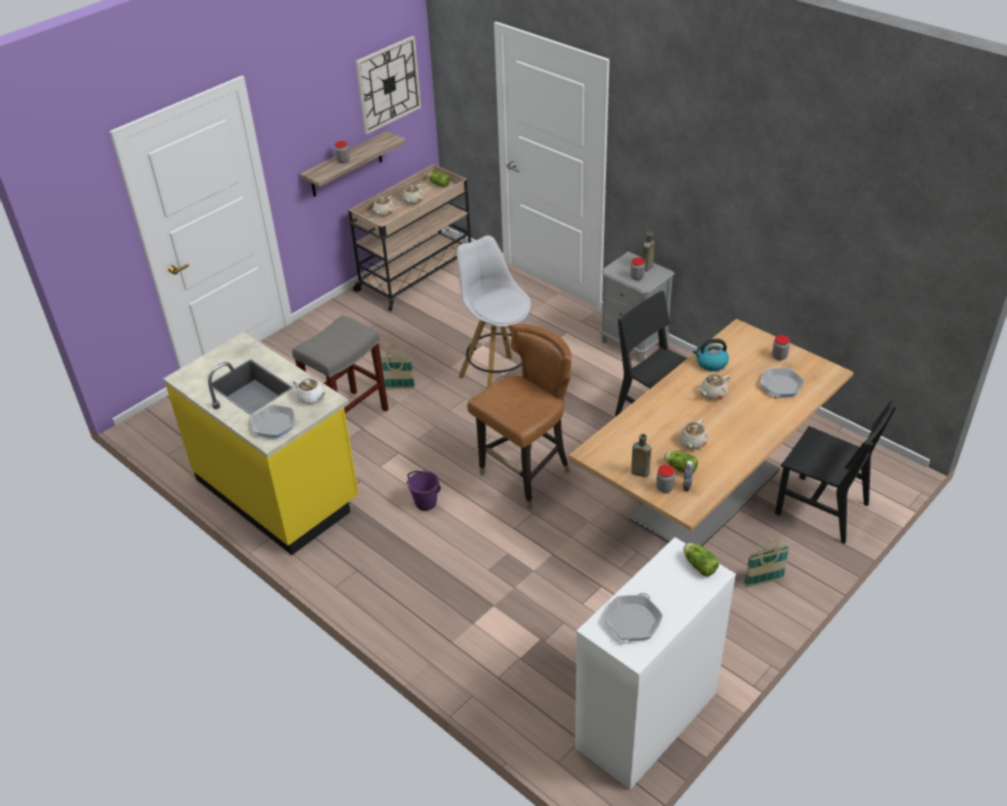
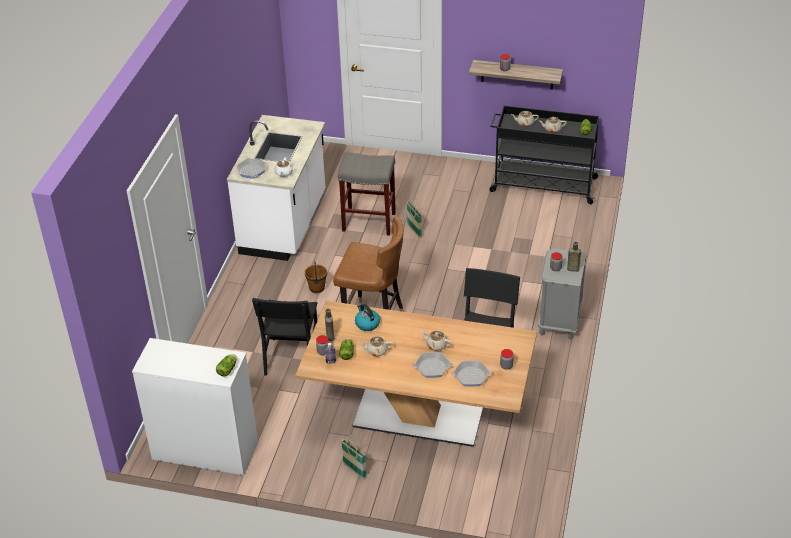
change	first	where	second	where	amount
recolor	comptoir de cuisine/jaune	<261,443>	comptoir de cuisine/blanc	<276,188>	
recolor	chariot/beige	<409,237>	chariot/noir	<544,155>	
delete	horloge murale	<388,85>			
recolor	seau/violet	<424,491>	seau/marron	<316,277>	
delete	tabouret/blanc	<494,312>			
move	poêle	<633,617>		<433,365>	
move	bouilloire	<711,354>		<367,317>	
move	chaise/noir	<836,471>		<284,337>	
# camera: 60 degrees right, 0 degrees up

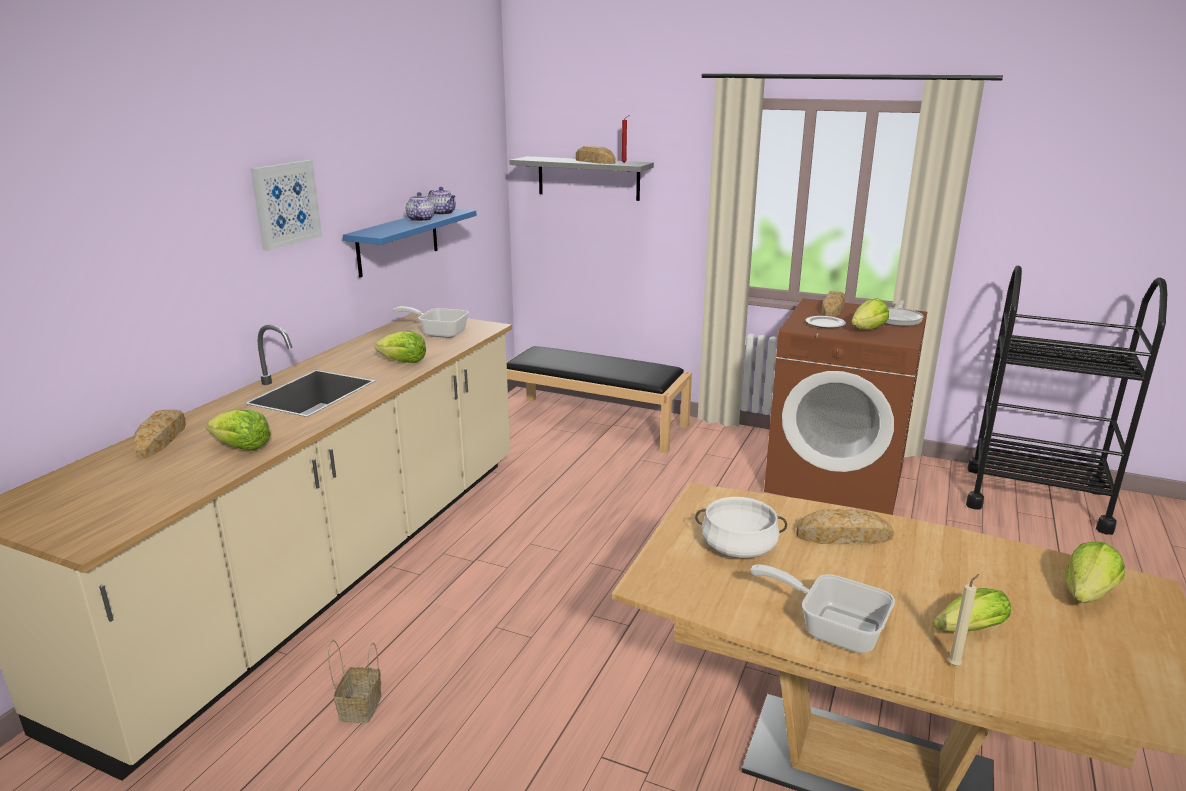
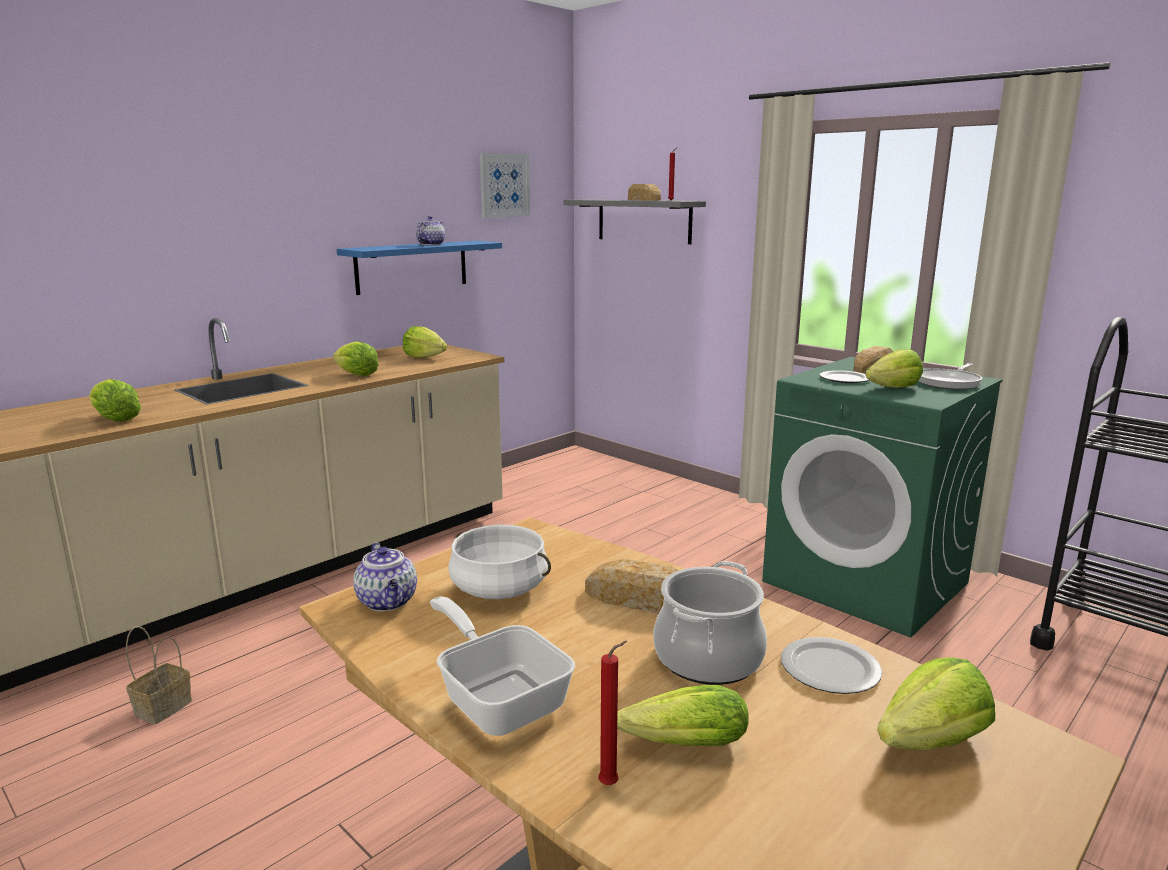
change	first	where	second	where	amount
delete	pain	<159,434>			
move	tableau	<286,205>		<505,185>	
replace	poêle	<431,322>	laitue	<425,342>	
move	théière	<442,201>		<385,576>	
delete	banc/noir	<599,399>			
recolor	lave-linge/marron	<845,406>	lave-linge/vert	<882,497>	
recolor	bougie/beige	<963,619>	bougie/rouge	<612,713>	
insert			marmite	<710,623>	
insert			assiette	<831,665>	
# camera: 20 degrees right, 5 degrees down

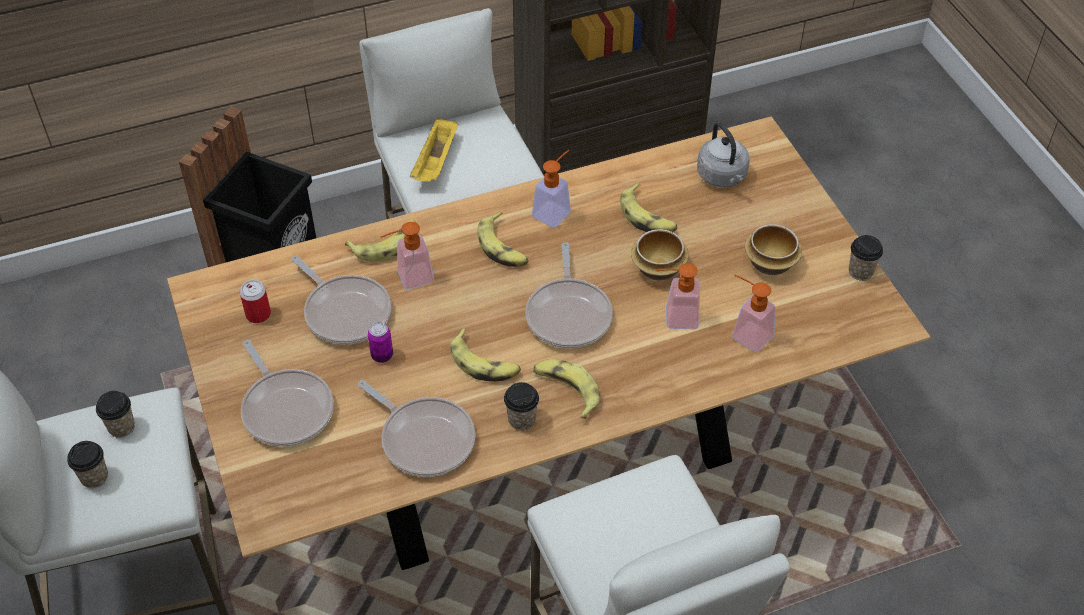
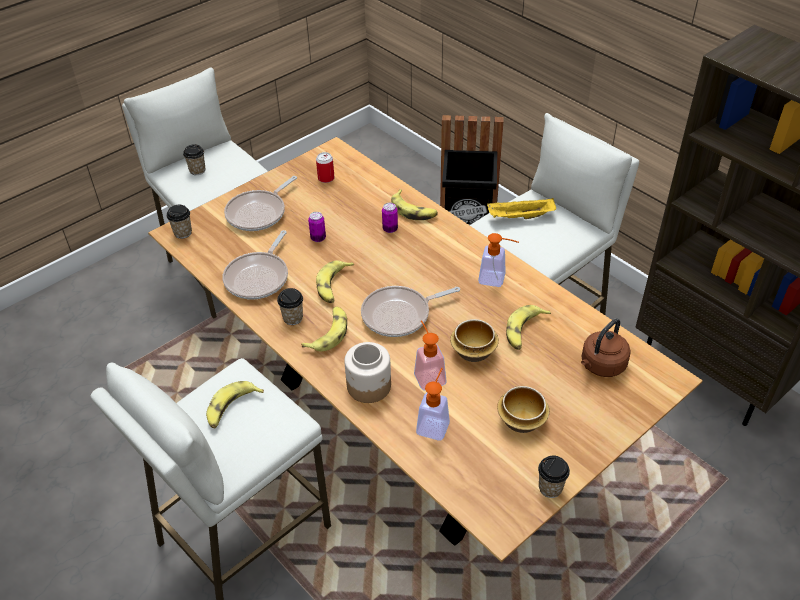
change	first	where	second	where	amount
move	tasse	<115,414>		<179,222>	
delete	poêle	<341,299>			
replace	distributeur de savon	<407,255>	boîte métallique	<390,218>	
move	banane	<503,239>		<235,404>	
recolor	bouilloire/gris	<723,154>	bouilloire/marron	<606,347>	
insert			bocal	<367,372>	
# camera: 70 degrees right, 5 degrees down

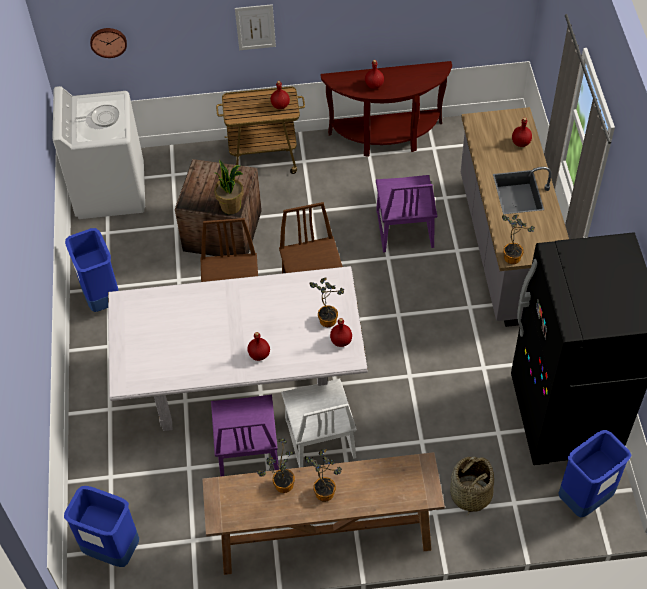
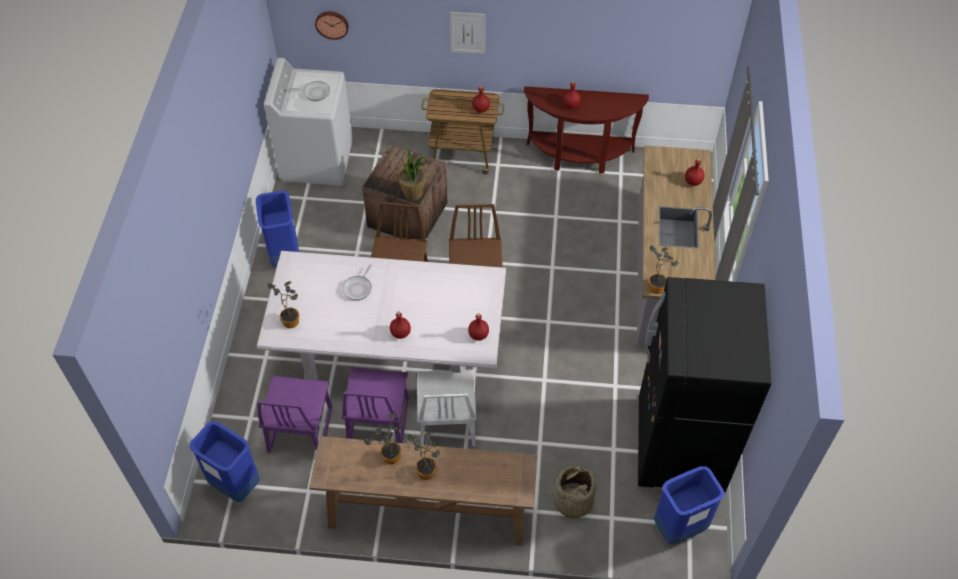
change	first	where	second	where	amount
move	plante en pot	<327,302>		<283,304>	
move	chaise/violet	<406,213>		<294,414>	
insert			poêle	<357,282>	
# camera: 10 degrees right, 0 degrees up

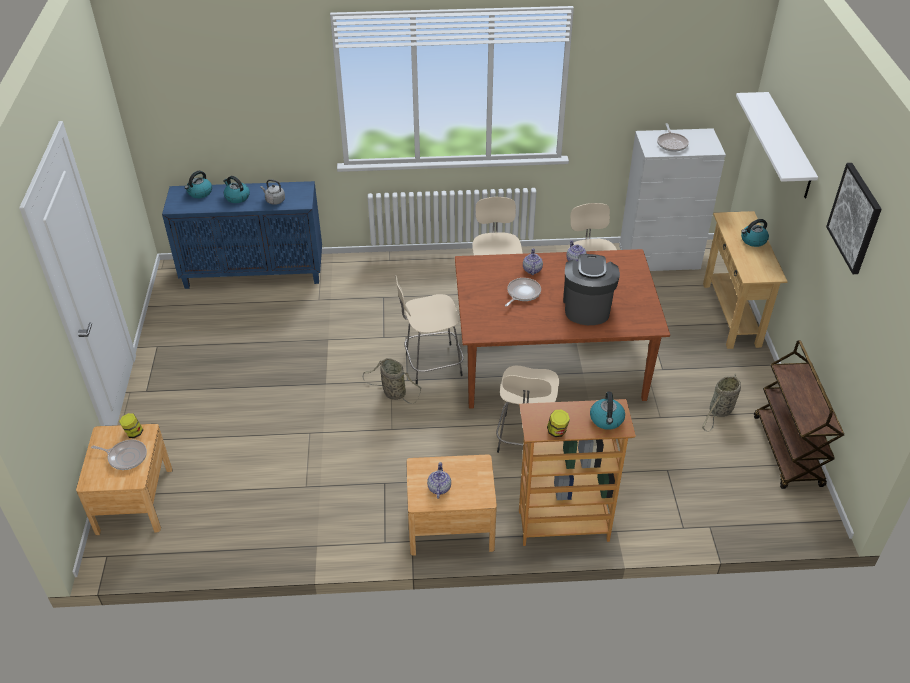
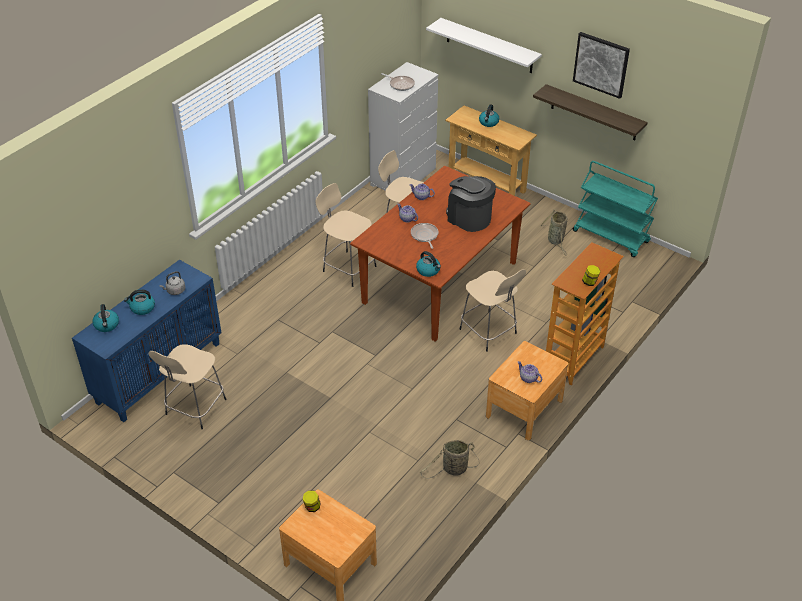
change	first	where	second	where	amount
delete	poêle	<119,455>			
move	panier	<392,381>		<450,459>	
move	tabouret/beige	<429,329>		<188,386>	
move	bouilloire	<607,411>		<428,264>	
recolor	chariot/marron	<799,414>	chariot/turquoise	<615,209>	
insert			étagère	<590,112>	
# camera: 50 degrees left, 0 degrees up

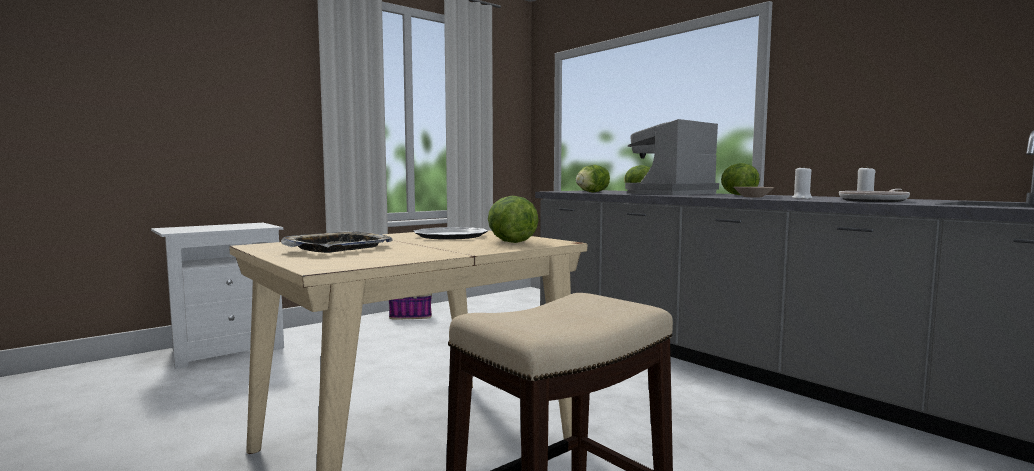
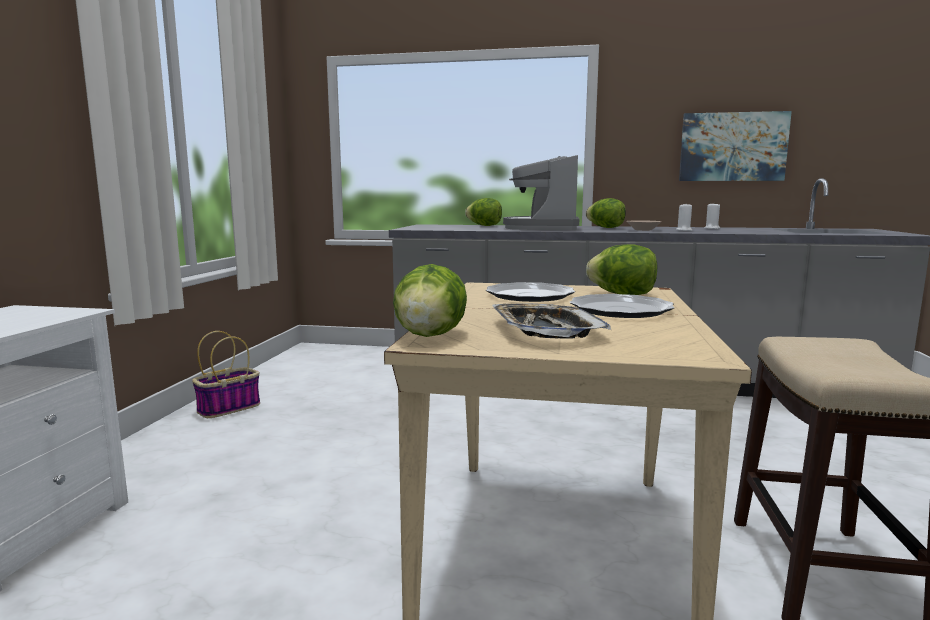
change	first	where	second	where	amount
move	laitue	<593,178>		<430,300>	
delete	poêle	<874,195>			
insert			assiette	<622,306>	
insert			tableau	<735,146>	
# camera: 40 degrees left, 5 degrees up

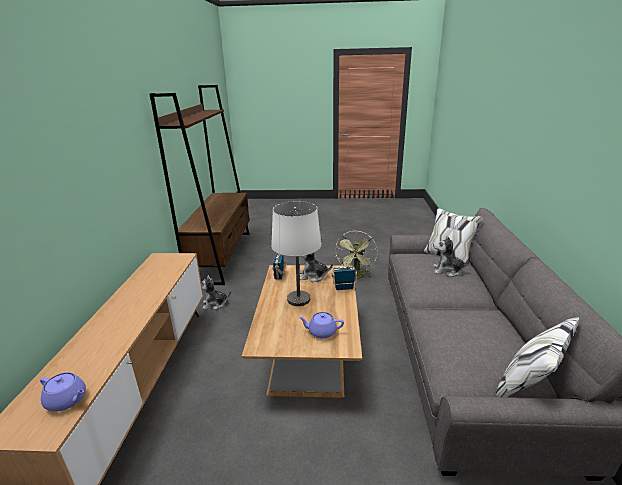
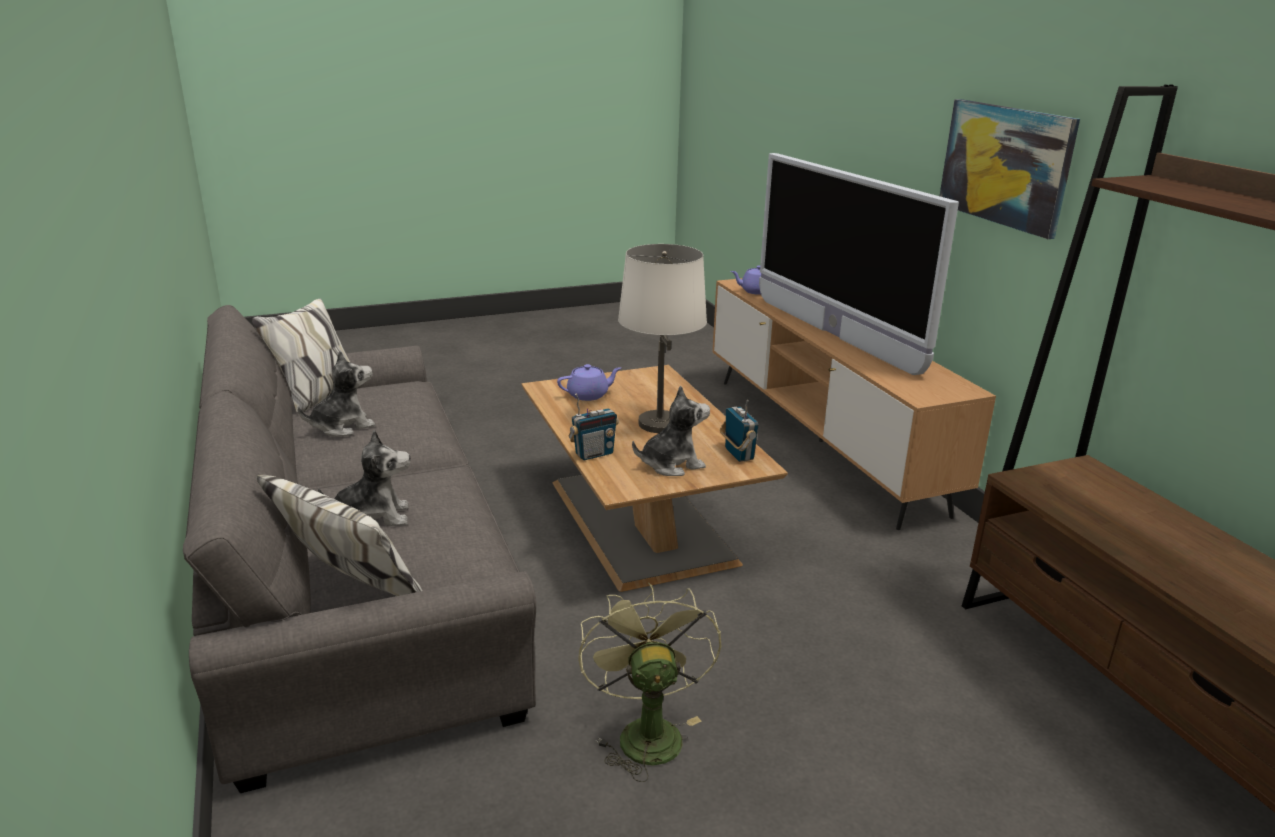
change	first	where	second	where	amount
move	peluche	<216,292>		<336,394>	
insert			téléviseur	<859,264>	
insert			tableau	<1010,169>	
# camera: 155 degrees right, 0 degrees up

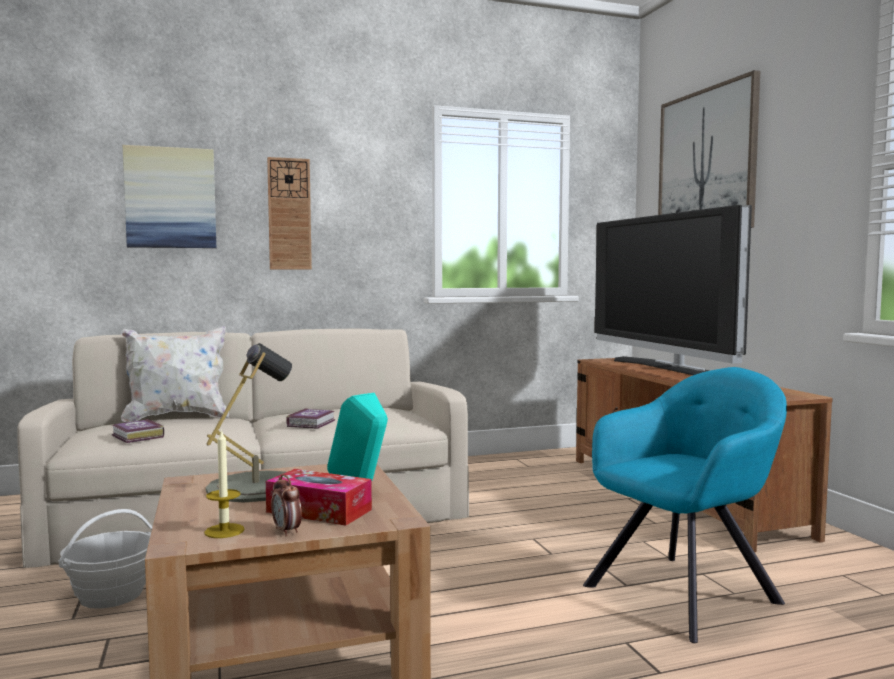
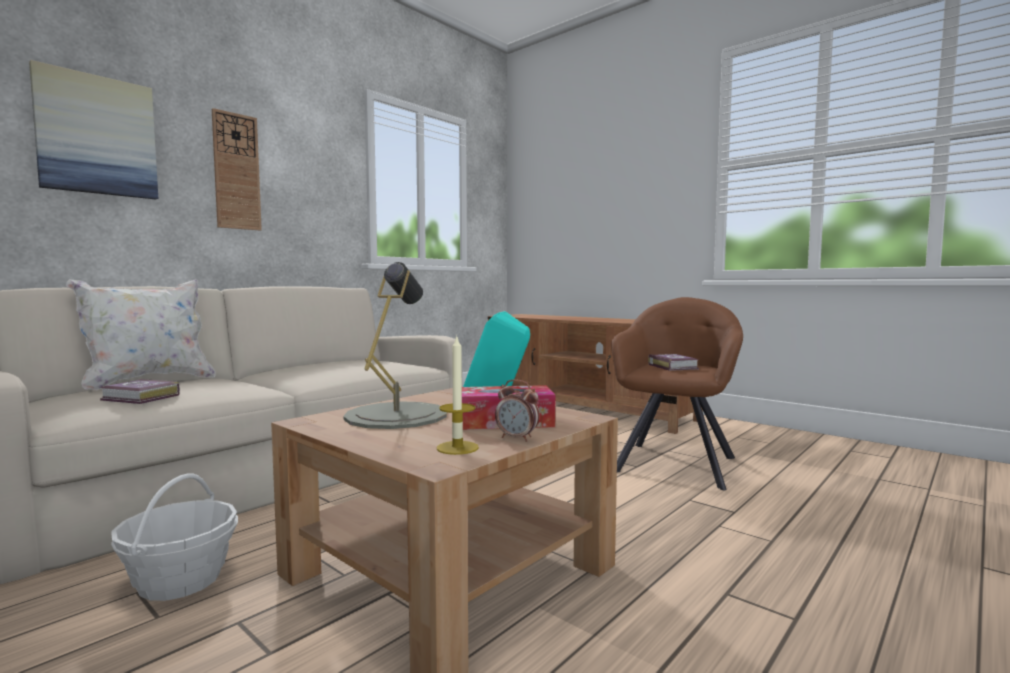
change	first	where	second	where	amount
move	livre	<310,418>		<673,362>	
recolor	fauteuil/turquoise	<685,505>	fauteuil/marron	<677,393>	
delete	téléviseur	<673,290>			
delete	tableau	<709,149>			
# camera: 30 degrees left, 0 degrees up

